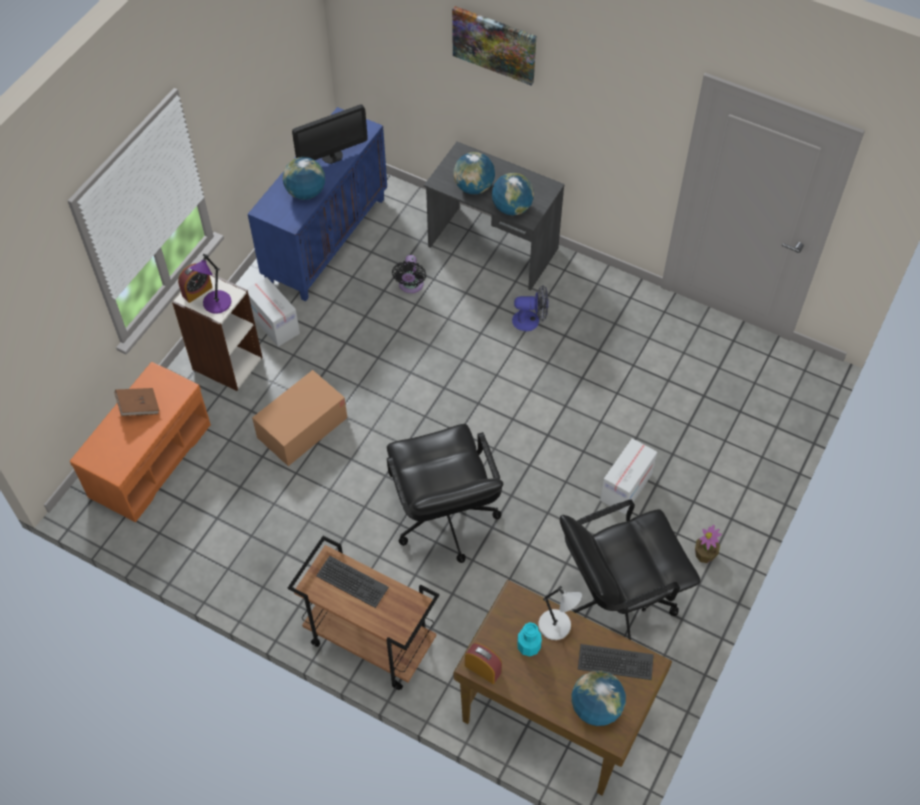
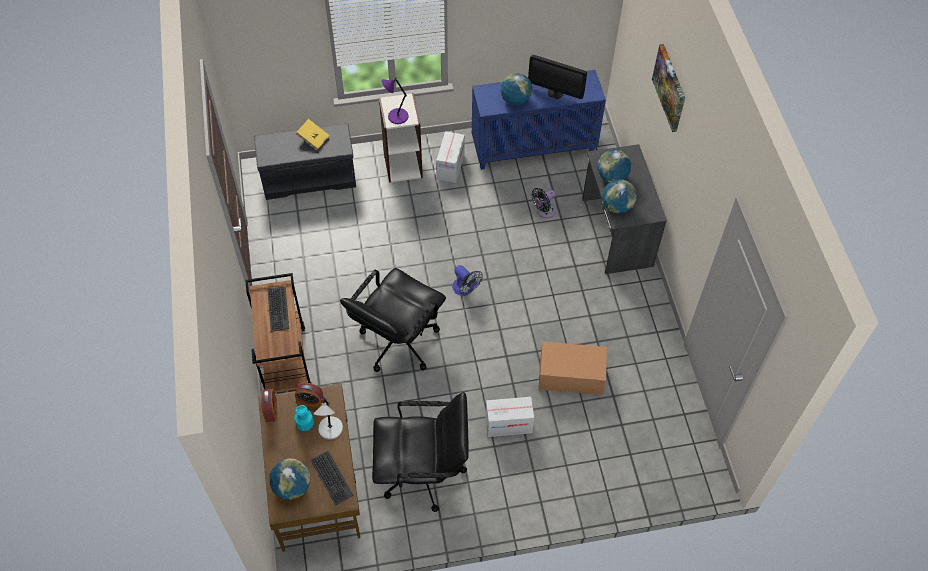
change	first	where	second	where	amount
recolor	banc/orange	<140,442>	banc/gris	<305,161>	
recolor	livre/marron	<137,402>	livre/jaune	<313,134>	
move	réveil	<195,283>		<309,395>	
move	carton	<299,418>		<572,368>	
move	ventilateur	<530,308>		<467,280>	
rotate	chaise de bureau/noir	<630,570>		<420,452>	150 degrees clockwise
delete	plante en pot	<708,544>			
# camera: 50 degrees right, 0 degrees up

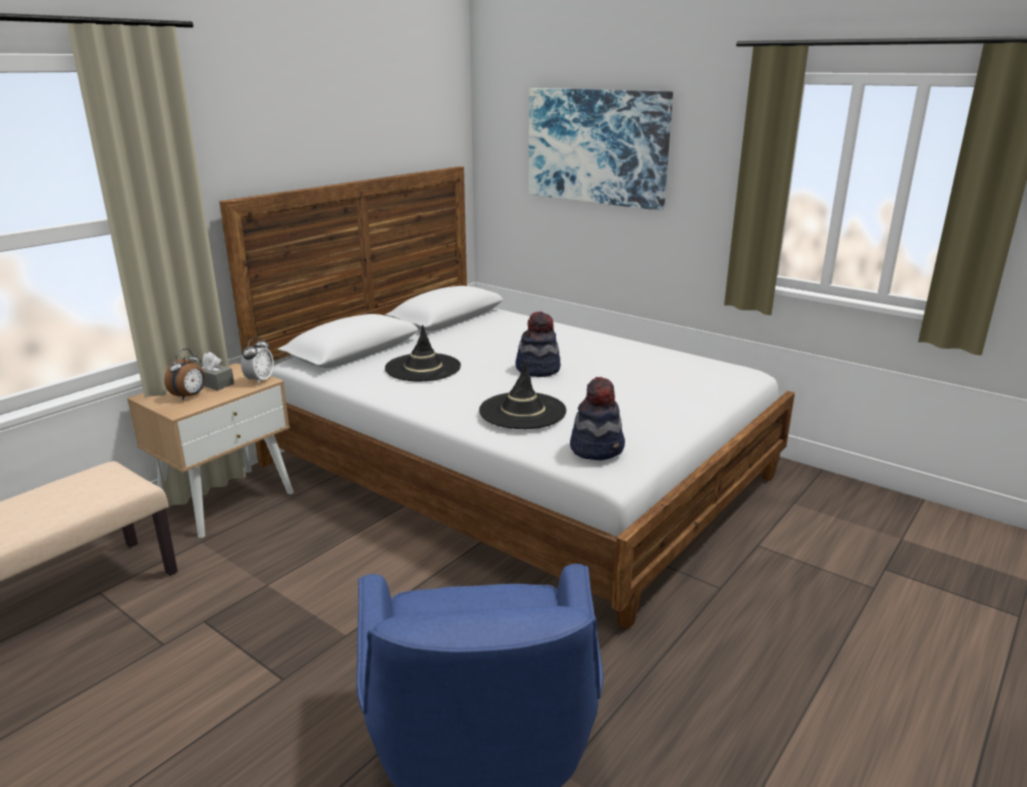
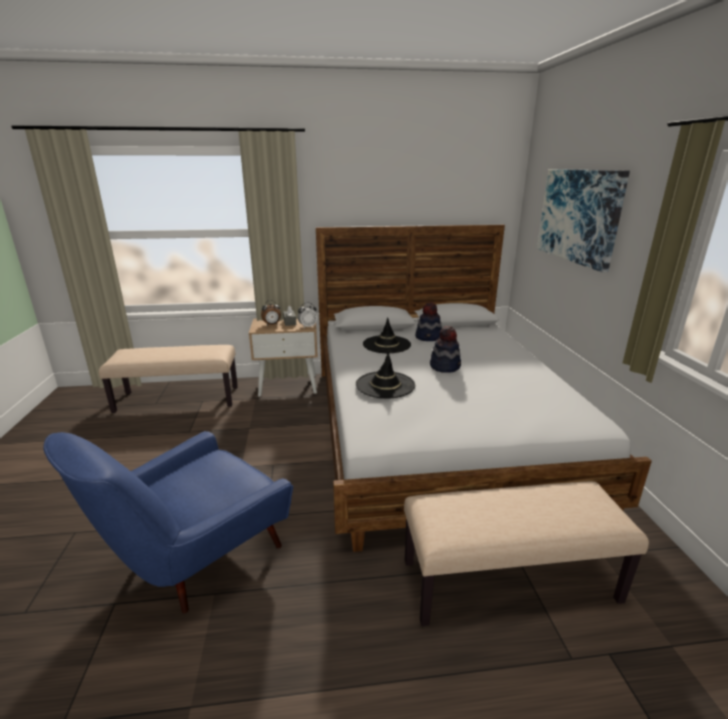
change	first	where	second	where	amount
move	chapeau	<597,418>		<428,321>	
insert			banc/beige	<526,553>	
# camera: 45 degrees right, 0 degrees up

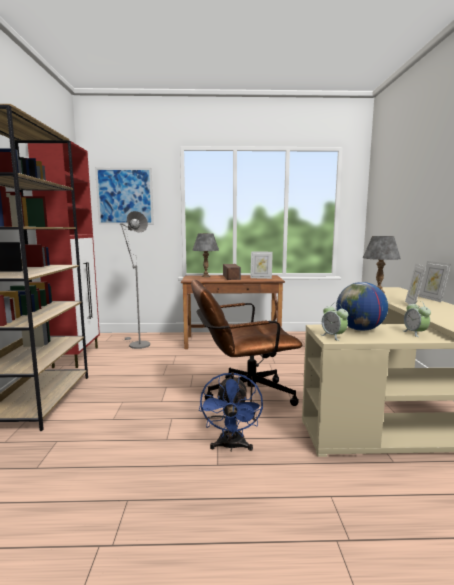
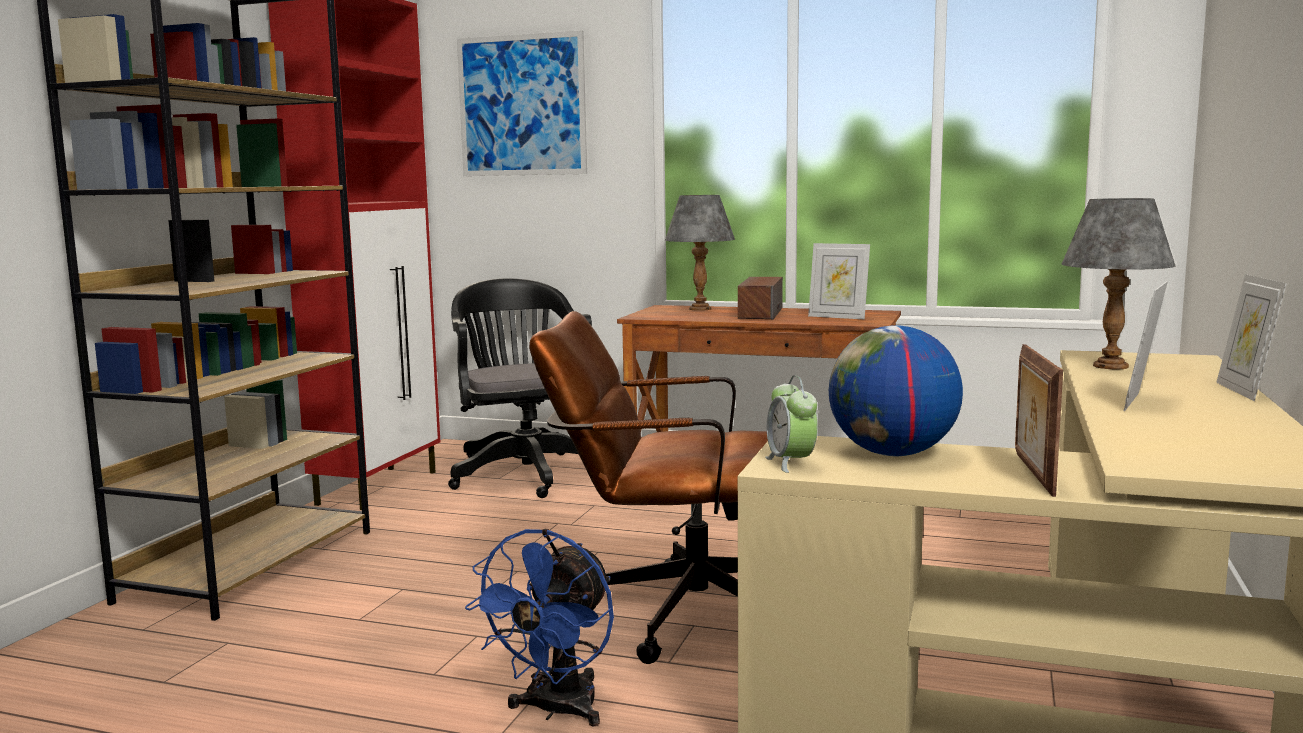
change	first	where	second	where	amount
replace	lampadaire/gris	<135,280>	chaise de bureau/noir	<520,388>	
replace	réveil	<417,319>	cadre photo	<1039,420>	
# camera: 20 degrees right, 0 degrees up

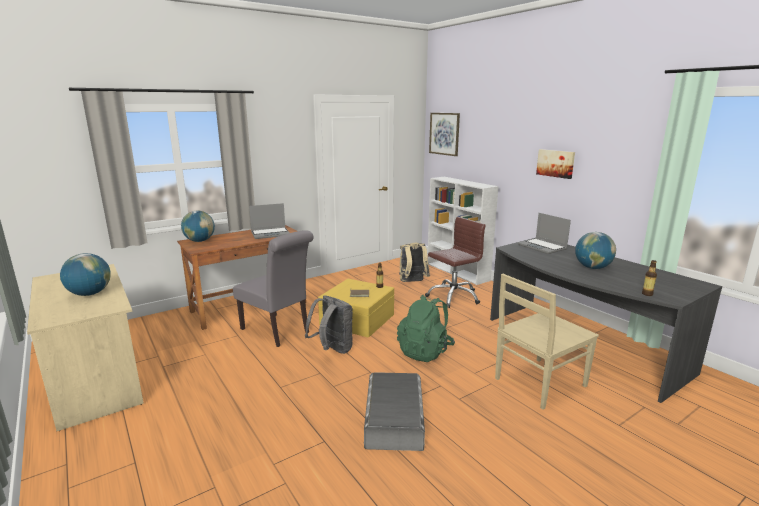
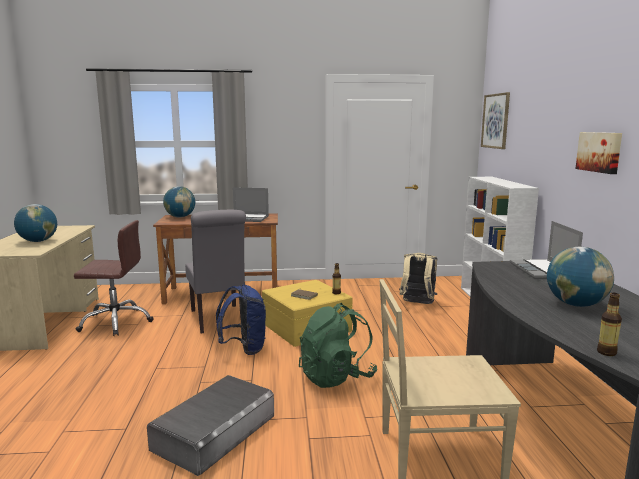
change	first	where	second	where	amount
recolor	sac à dos/gris	<329,324>	sac à dos/bleu	<241,320>	
move	chaise de bureau/marron	<455,262>		<114,278>	
# camera: 30 degrees right, 5 degrees down

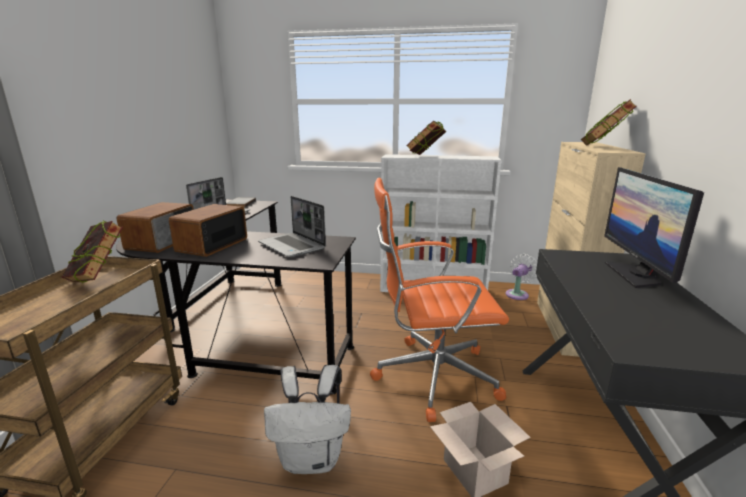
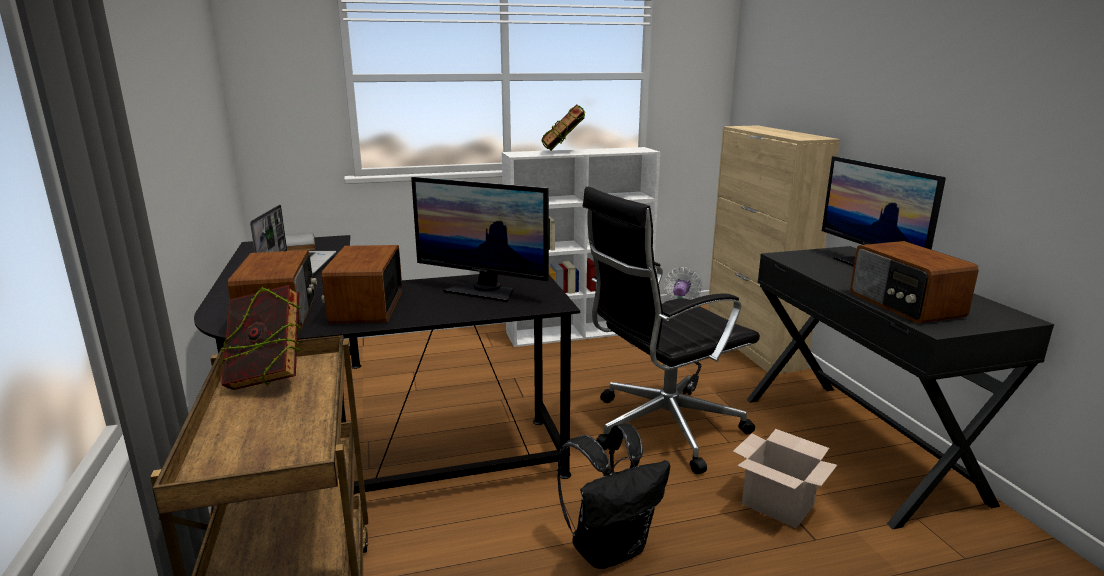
change	first	where	second	where	amount
replace	ordinateur portable	<292,226>	écran d'ordinateur	<480,239>	
recolor	sac à dos/blanc	<307,419>	sac à dos/noir	<613,496>	
recolor	chaise de bureau/orange	<439,300>	chaise de bureau/noir	<671,330>	
delete	livre	<609,122>			
insert			radio	<914,282>	
# camera: 25 degrees left, 0 degrees up

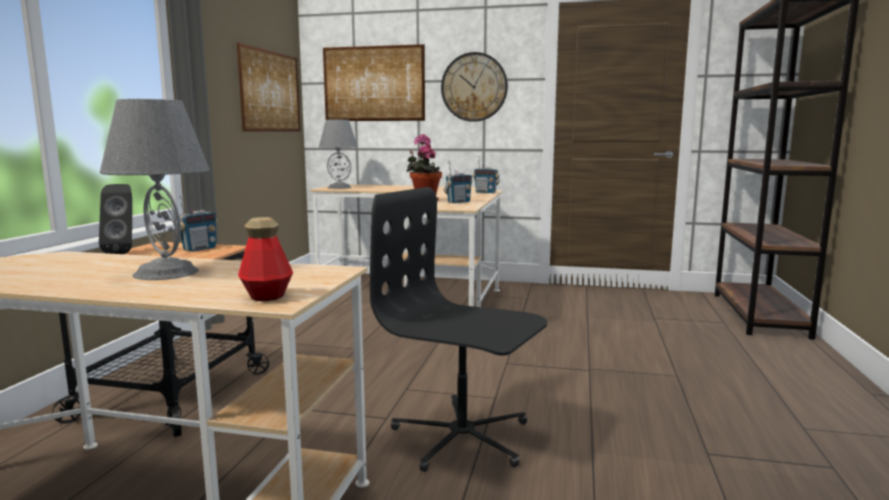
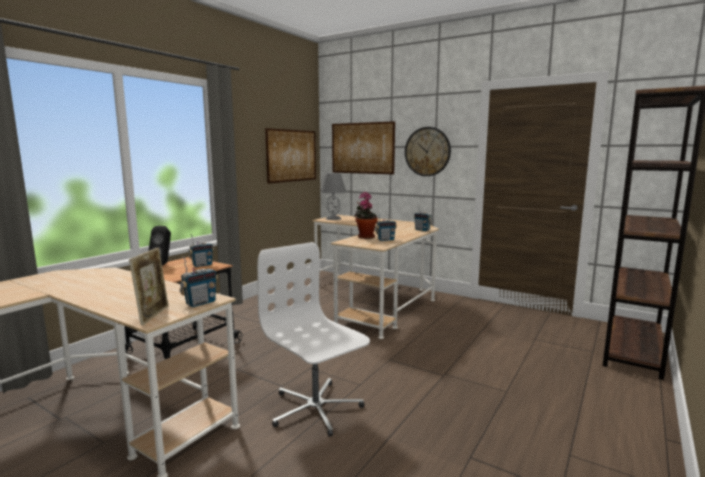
change	first	where	second	where	amount
delete	lampe de table/gris	<154,189>			
replace	bouteille	<265,259>	cadre photo	<149,287>	
recolor	chaise de bureau/noir	<458,329>	chaise de bureau/blanc	<313,339>	
insert			radio	<199,281>	
# camera: 20 degrees right, 0 degrees up

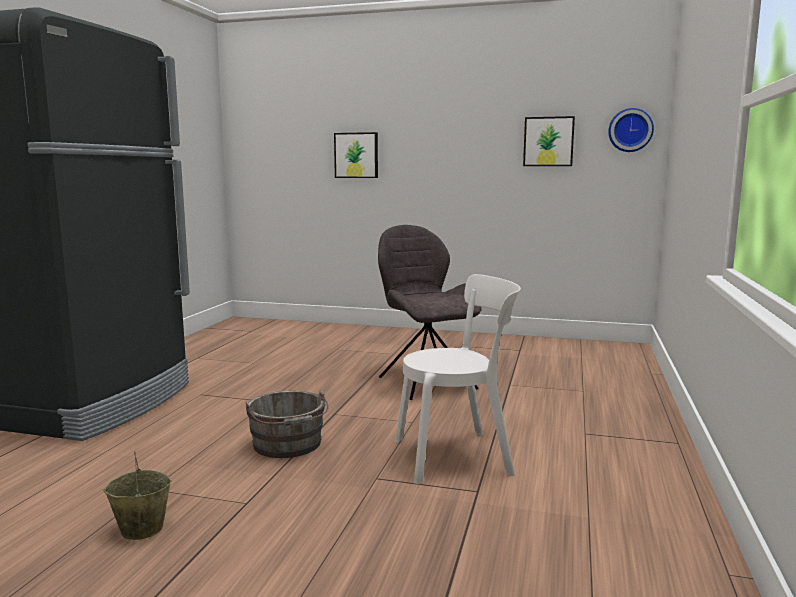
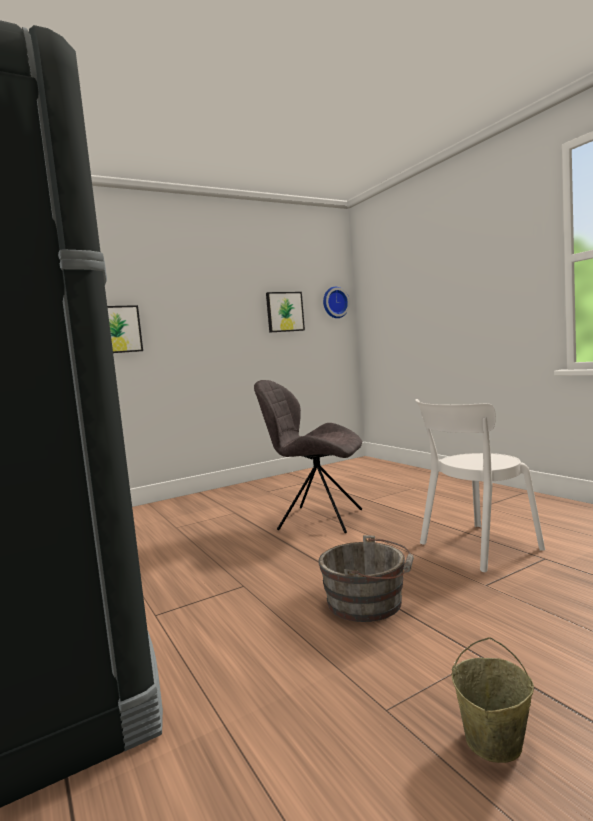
change	first	where	second	where	amount
rotate	chaise/blanc	<458,379>		<480,485>	150 degrees counterclockwise
# camera: 45 degrees left, 5 degrees down

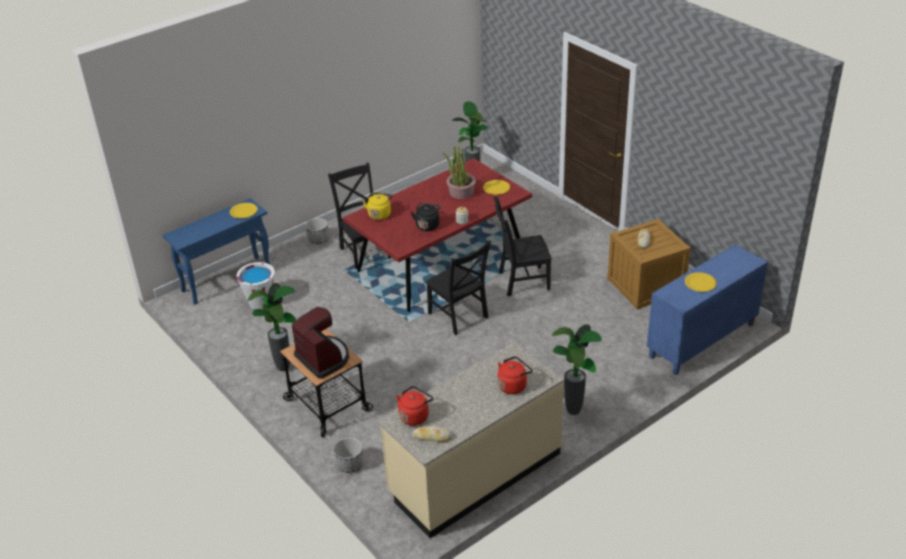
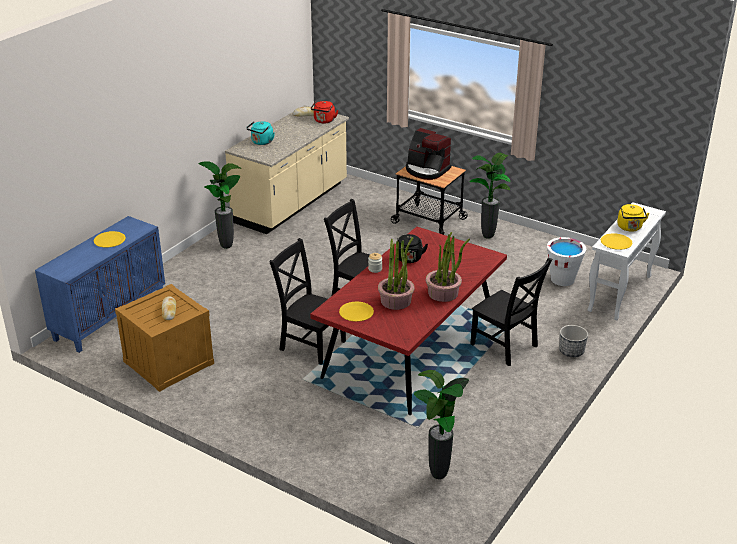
change	first	where	second	where	amount
recolor	table console/bleu	<216,251>	table console/blanc	<627,261>	
delete	cache-pot	<348,455>			
move	bouilloire/jaune	<378,206>		<633,218>	
rotate	chaise/noir	<523,246>		<307,301>	120 degrees counterclockwise
recolor	bouilloire/rouge	<515,375>	bouilloire/turquoise	<260,133>	
insert			plante en pot	<448,267>	
# camera: 160 degrees right, 5 degrees down

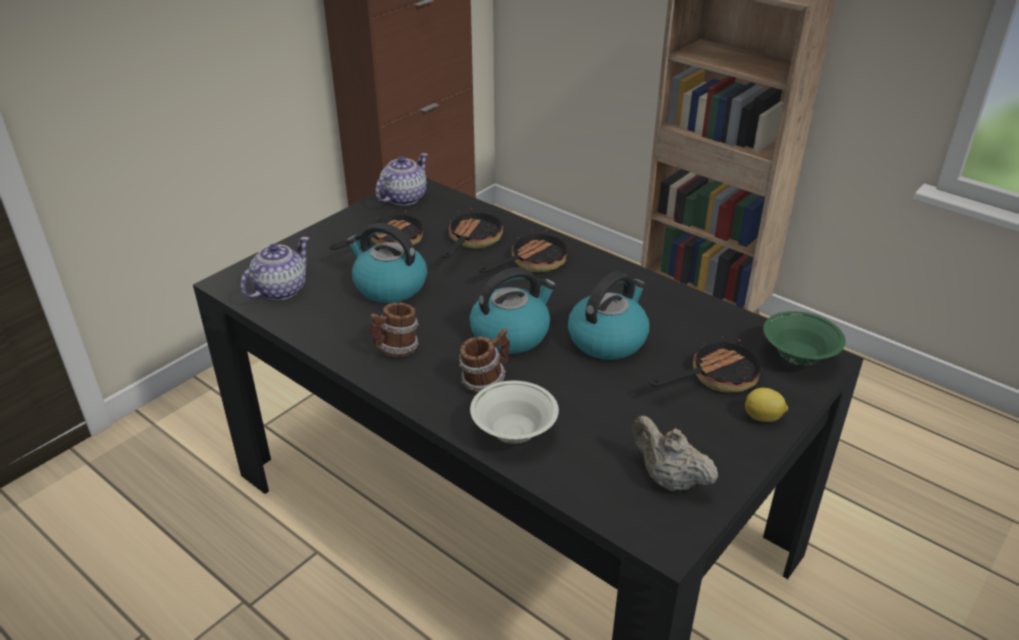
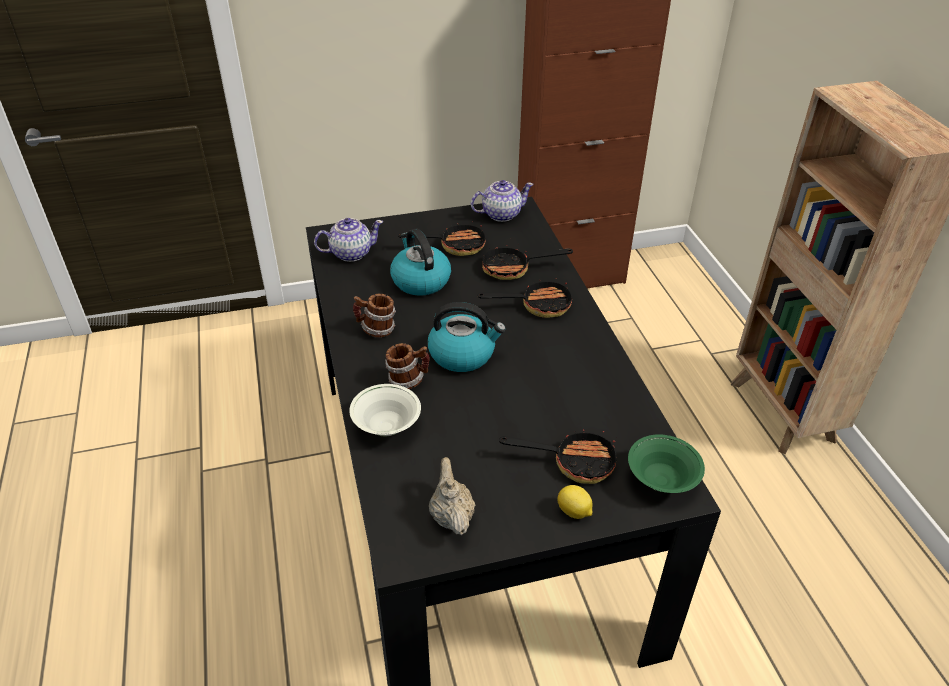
change	first	where	second	where	amount
rotate	poêle	<472,233>		<527,262>	150 degrees counterclockwise
delete	bouilloire	<608,315>			
# camera: 35 degrees right, 5 degrees up

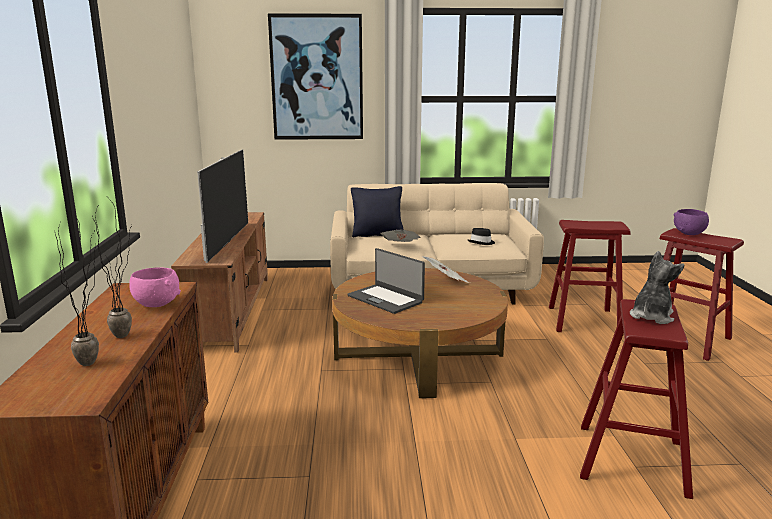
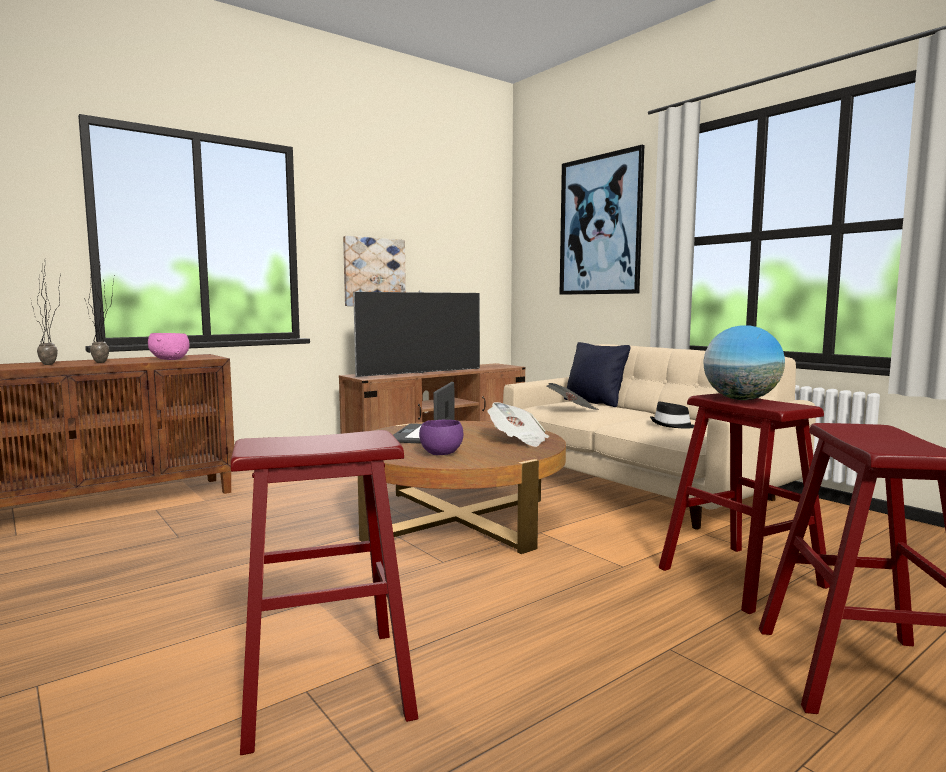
change	first	where	second	where	amount
delete	peluche	<657,287>			
move	bol/violet	<691,222>		<441,437>	
insert			tableau	<374,271>	
insert			globe	<744,362>	
# camera: 55 degrees right, 10 degrees down

